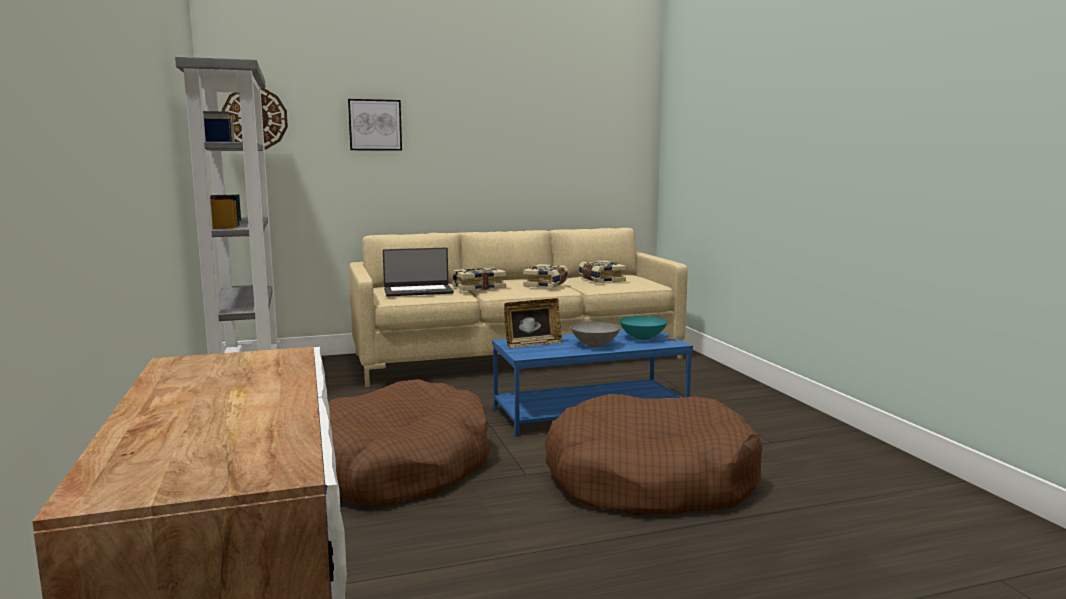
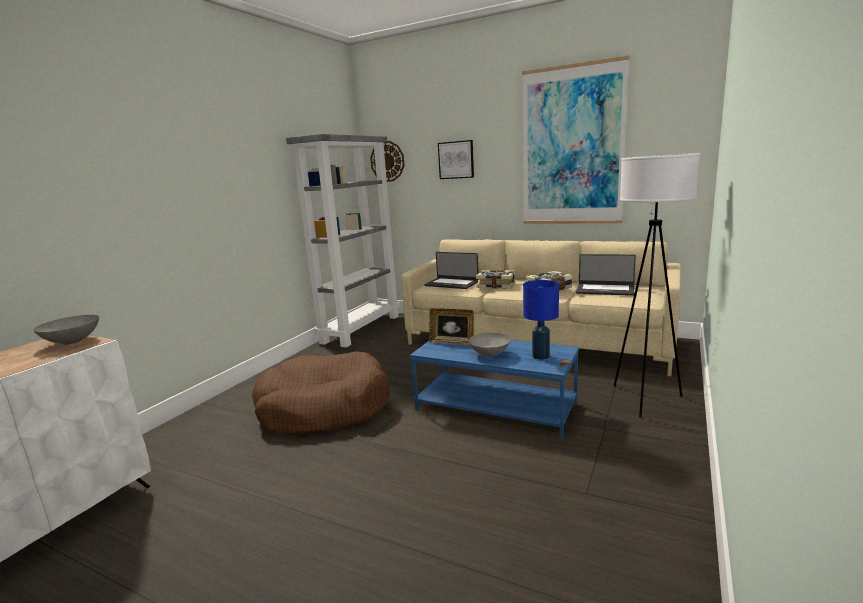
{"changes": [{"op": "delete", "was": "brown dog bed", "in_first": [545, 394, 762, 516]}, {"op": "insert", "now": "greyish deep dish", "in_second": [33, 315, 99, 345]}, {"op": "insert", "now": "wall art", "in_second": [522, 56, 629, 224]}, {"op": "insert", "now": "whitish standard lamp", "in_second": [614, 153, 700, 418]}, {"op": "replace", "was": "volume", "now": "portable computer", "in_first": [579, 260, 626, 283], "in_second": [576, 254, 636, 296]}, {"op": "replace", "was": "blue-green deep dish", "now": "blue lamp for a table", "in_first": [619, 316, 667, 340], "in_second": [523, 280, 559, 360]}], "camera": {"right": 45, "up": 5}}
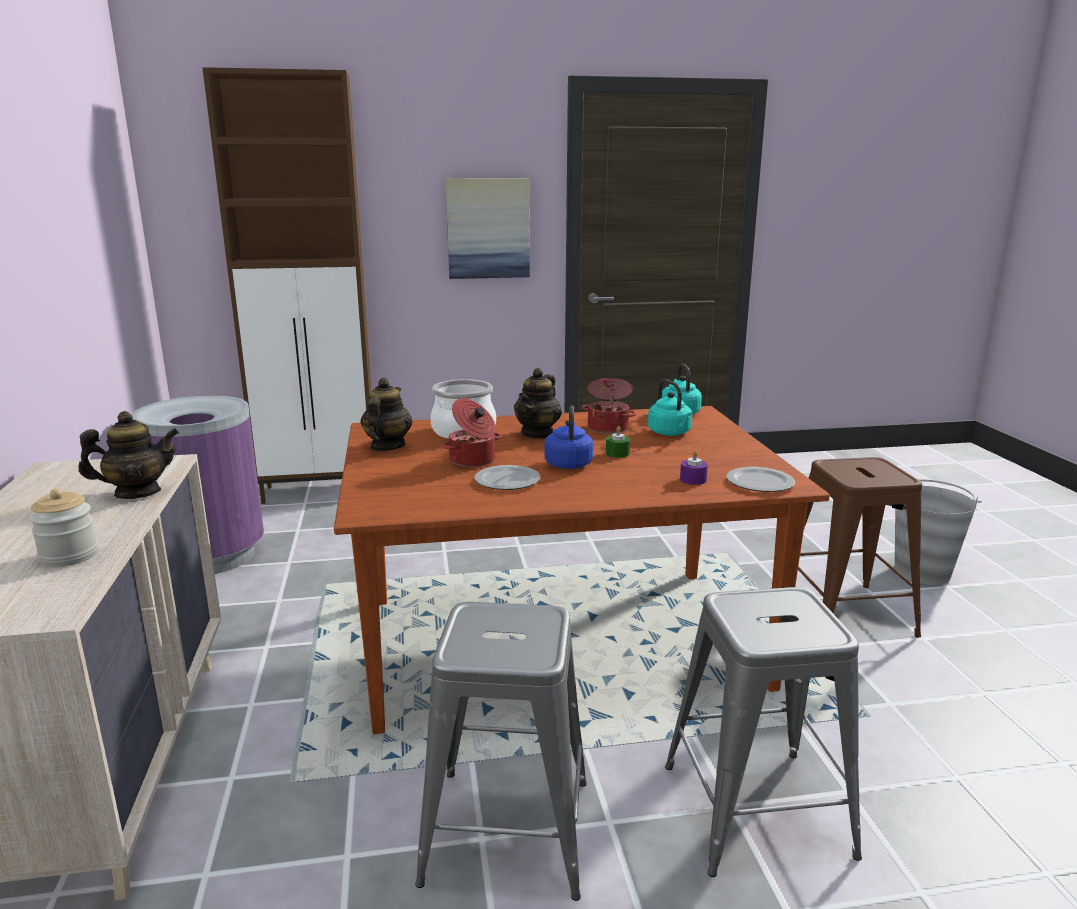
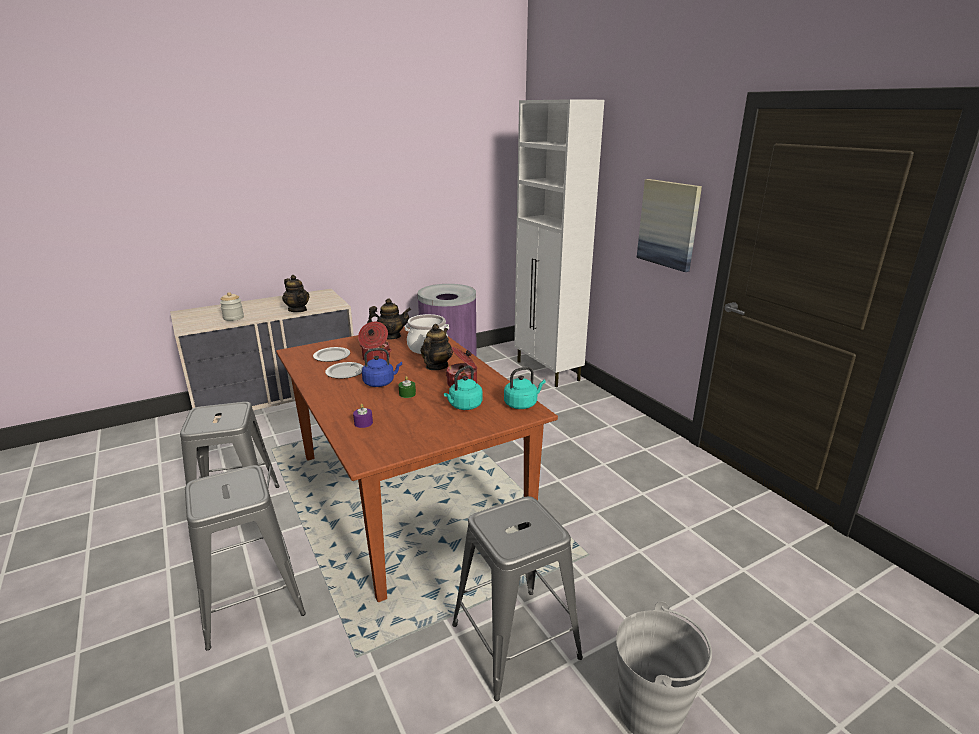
{"changes": [{"op": "move", "was": "plate", "in_first": [726, 467, 795, 492], "in_second": [313, 347, 350, 362]}, {"op": "recolor", "was": "brown storage cabinet", "now": "whitish storage cabinet", "in_first": [202, 67, 371, 504], "in_second": [514, 99, 604, 387]}, {"op": "recolor", "was": "brown stool seat", "now": "greyish stool seat", "in_first": [798, 457, 922, 637], "in_second": [452, 496, 583, 701]}, {"op": "rotate", "was": "teapot", "in_first": [514, 368, 562, 439], "in_second": [421, 324, 453, 370], "clockwise": 105}], "camera": {"right": 70, "up": 5}}
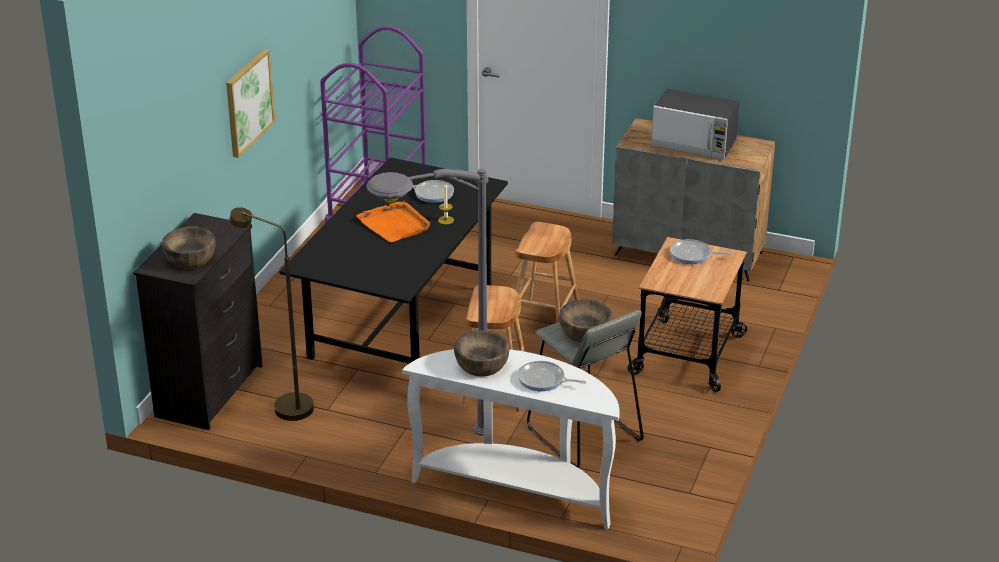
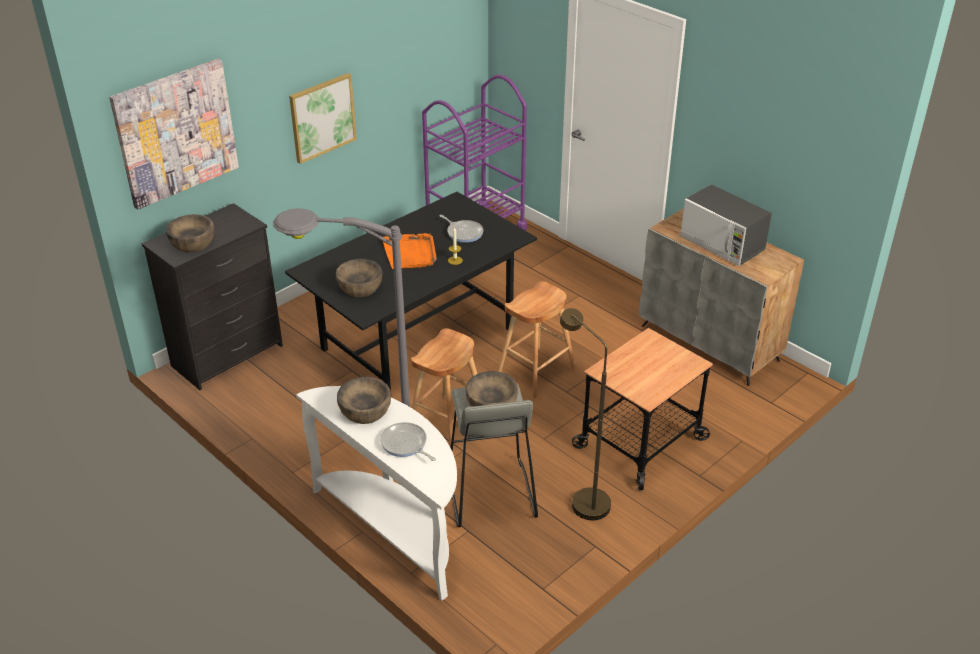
{"changes": [{"op": "delete", "was": "pan", "in_first": [670, 239, 732, 264]}, {"op": "insert", "now": "wall art", "in_second": [109, 59, 239, 210]}, {"op": "insert", "now": "brown deep dish", "in_second": [336, 259, 382, 297]}, {"op": "move", "was": "brown standard lamp", "in_first": [229, 207, 314, 421], "in_second": [560, 308, 611, 520]}], "camera": {"right": 25, "up": 5}}
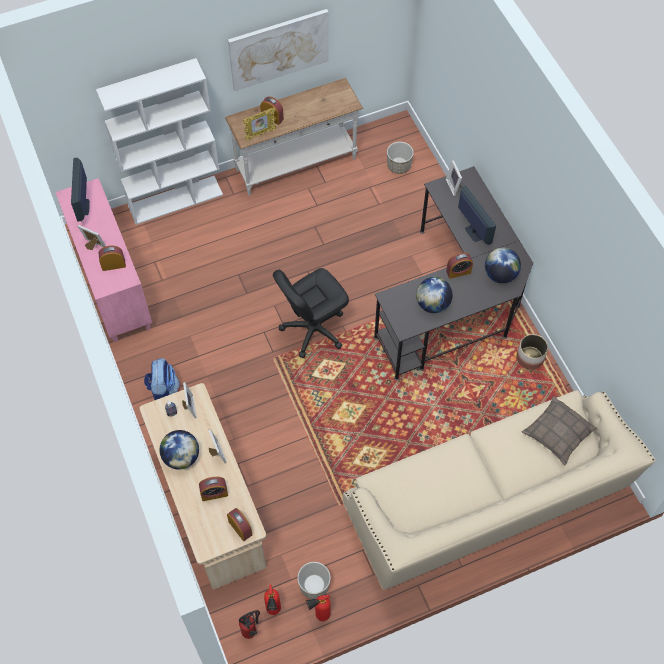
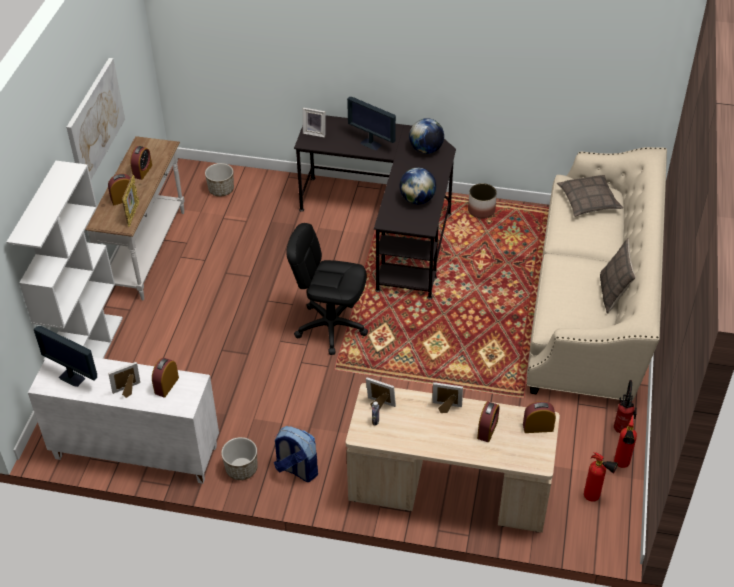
{"changes": [{"op": "delete", "was": "desk globe", "in_first": [160, 430, 199, 470]}, {"op": "insert", "now": "pillow", "in_second": [600, 238, 636, 314]}, {"op": "move", "was": "extinguisher", "in_first": [239, 610, 260, 639], "in_second": [614, 380, 637, 433]}, {"op": "move", "was": "plant pot", "in_first": [297, 562, 331, 599], "in_second": [221, 437, 257, 480]}, {"op": "move", "was": "alarm clock", "in_first": [446, 253, 473, 279], "in_second": [130, 146, 152, 180]}, {"op": "recolor", "was": "pink-coloured storage cabinet", "now": "whitish storage cabinet", "in_first": [55, 178, 152, 342], "in_second": [28, 357, 219, 484]}, {"op": "rotate", "was": "blackish desk chair", "in_first": [273, 268, 349, 358], "in_second": [286, 223, 368, 355], "clockwise": 105}, {"op": "rotate", "was": "computer screen", "in_first": [458, 185, 496, 245], "in_second": [347, 97, 396, 150], "clockwise": -150}], "camera": {"right": -55, "up": -15}}
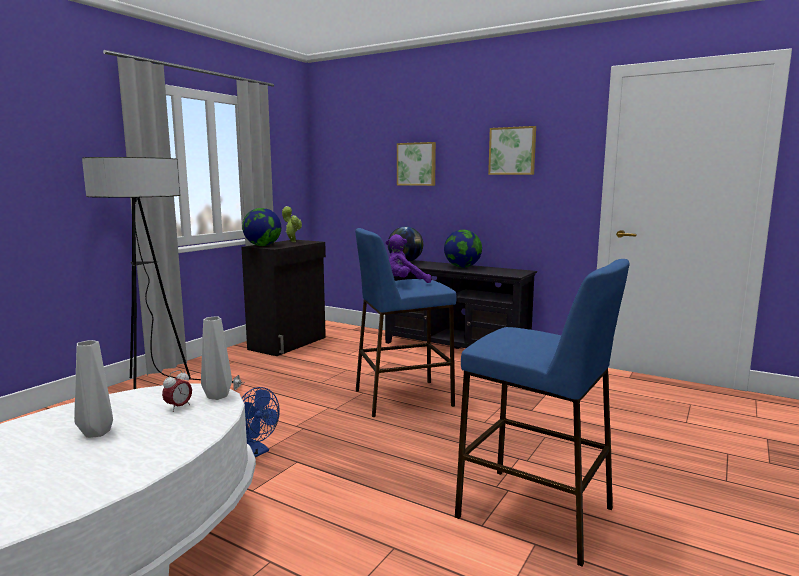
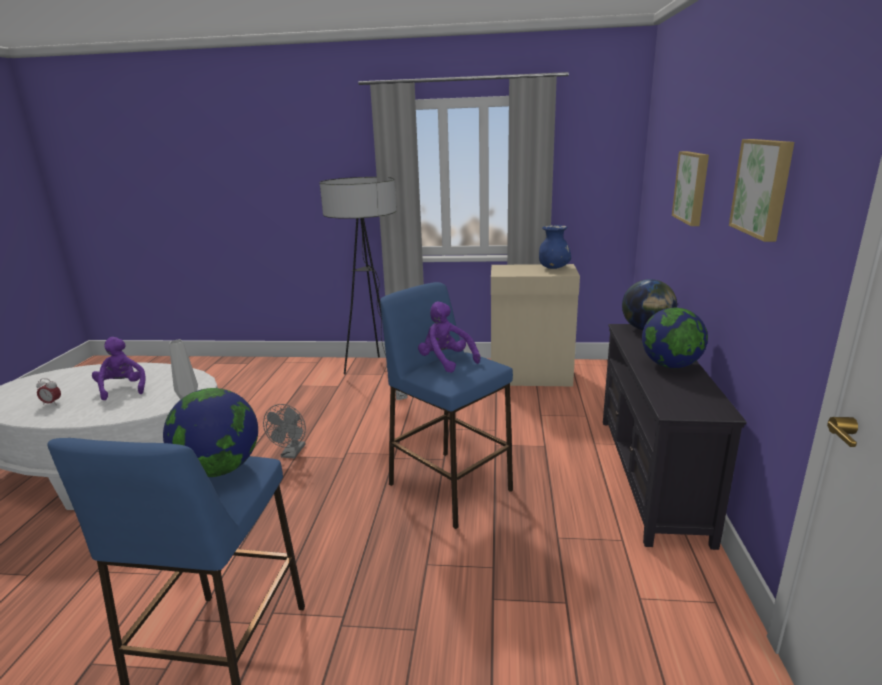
{"changes": [{"op": "move", "was": "alarm clock", "in_first": [162, 370, 192, 412], "in_second": [36, 379, 61, 405]}, {"op": "move", "was": "desk globe", "in_first": [242, 208, 281, 246], "in_second": [163, 388, 258, 477]}, {"op": "replace", "was": "greyish flower vase", "now": "purple-coloured plush toy", "in_first": [74, 340, 113, 438], "in_second": [92, 337, 146, 400]}, {"op": "replace", "was": "plant in a pot", "now": "blue flower vase", "in_first": [282, 206, 302, 242], "in_second": [539, 225, 571, 269]}, {"op": "recolor", "was": "blackish storage cabinet", "now": "beige-coloured storage cabinet", "in_first": [241, 240, 326, 356], "in_second": [491, 264, 580, 386]}, {"op": "recolor", "was": "blue fan", "now": "greyish fan", "in_first": [242, 387, 280, 457], "in_second": [263, 404, 306, 459]}], "camera": {"right": 65, "up": 10}}
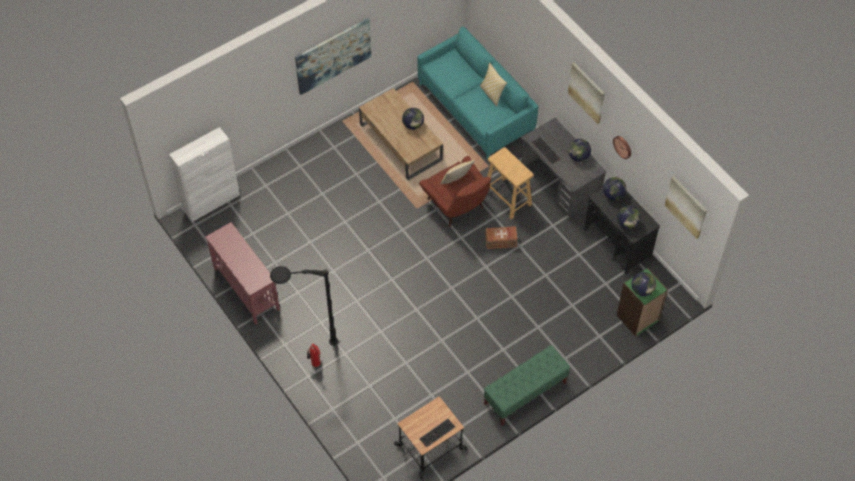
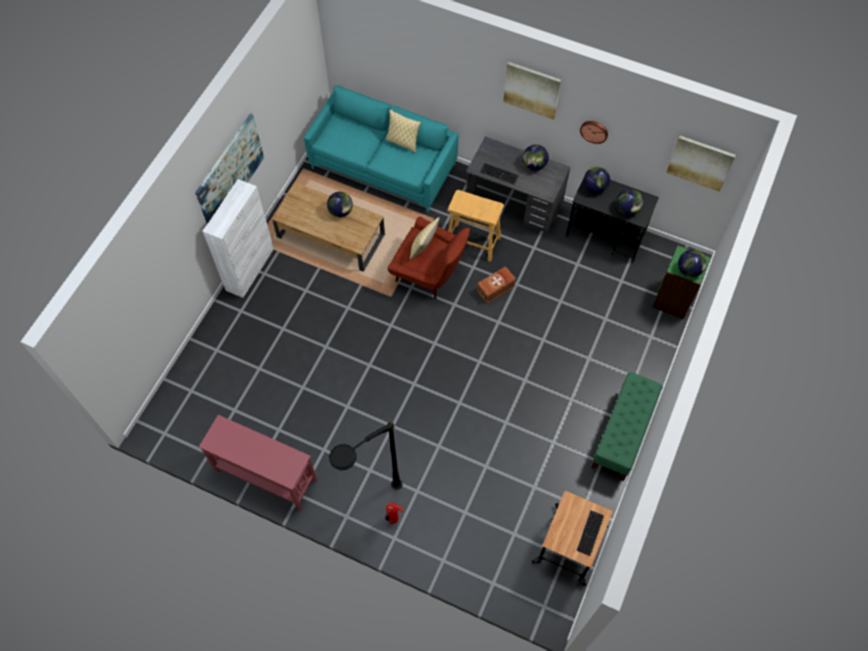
{"changes": [{"op": "move", "was": "whitish storage cabinet", "in_first": [169, 127, 240, 222], "in_second": [203, 179, 274, 298]}], "camera": {"right": -30, "up": 5}}
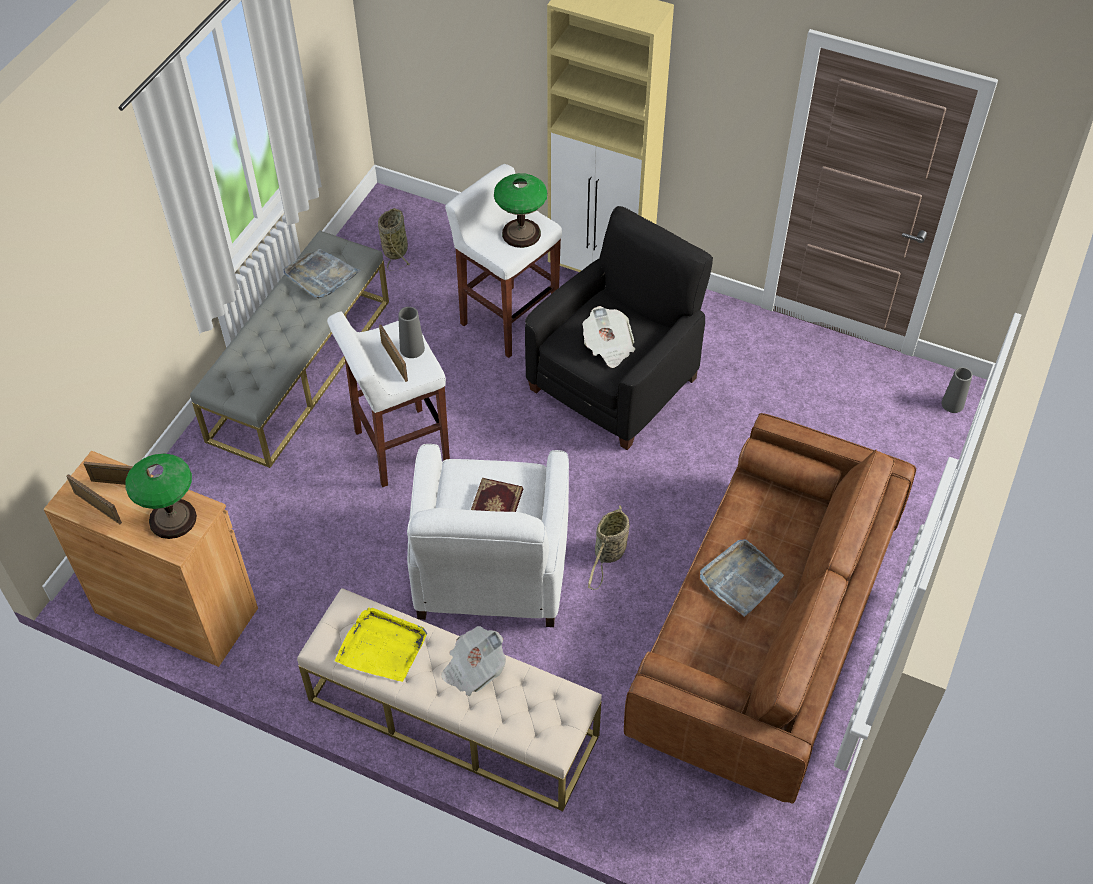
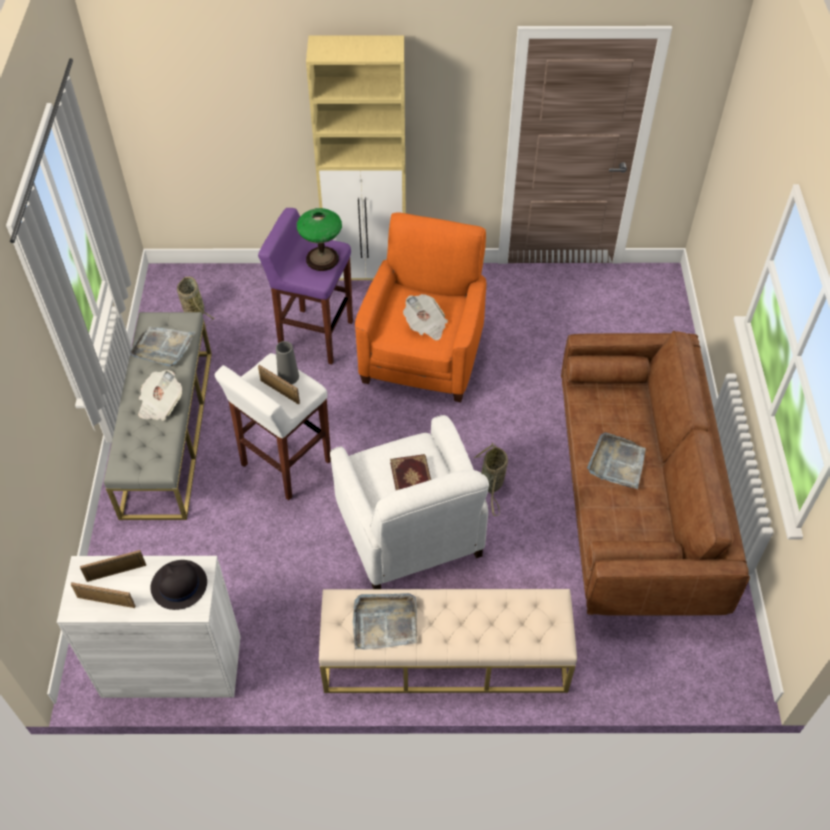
{"changes": [{"op": "delete", "was": "greyish flower vase", "in_first": [941, 367, 973, 413]}, {"op": "move", "was": "newspaper", "in_first": [441, 626, 506, 696], "in_second": [138, 370, 182, 421]}, {"op": "replace", "was": "lamp for a table", "now": "blackish wearable hat", "in_first": [125, 453, 197, 539], "in_second": [150, 560, 207, 610]}, {"op": "recolor", "was": "brown storage cabinet", "now": "whitish storage cabinet", "in_first": [43, 451, 258, 667], "in_second": [57, 556, 241, 698]}, {"op": "recolor", "was": "yellow carrying tray", "now": "greyish carrying tray", "in_first": [335, 608, 427, 682], "in_second": [353, 593, 417, 650]}, {"op": "recolor", "was": "whitish stool seat", "now": "purple-coloured stool seat", "in_first": [445, 164, 562, 358], "in_second": [258, 208, 353, 364]}, {"op": "recolor", "was": "blackish lounge chair", "now": "orangey lounge chair", "in_first": [525, 206, 713, 450], "in_second": [355, 212, 486, 402]}], "camera": {"right": -25, "up": 0}}
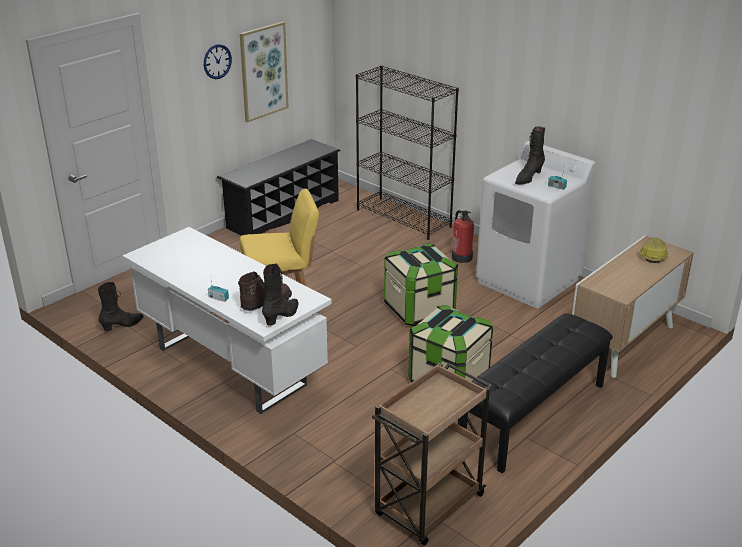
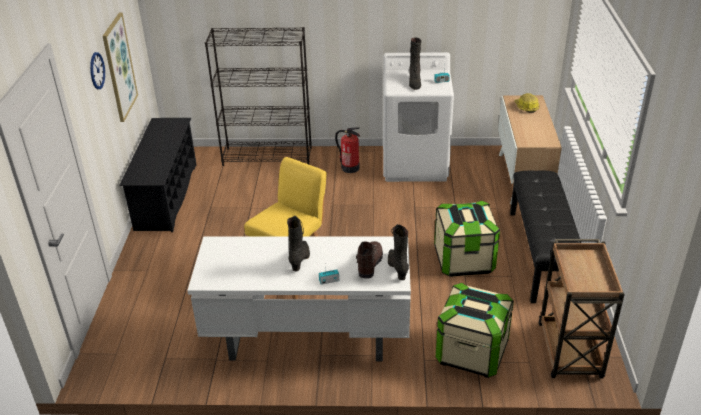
{"changes": [{"op": "move", "was": "blackish tall boot", "in_first": [98, 282, 144, 331], "in_second": [287, 216, 310, 272]}, {"op": "move", "was": "storage container", "in_first": [384, 243, 458, 326], "in_second": [436, 283, 514, 378]}], "camera": {"right": -40, "up": 5}}
